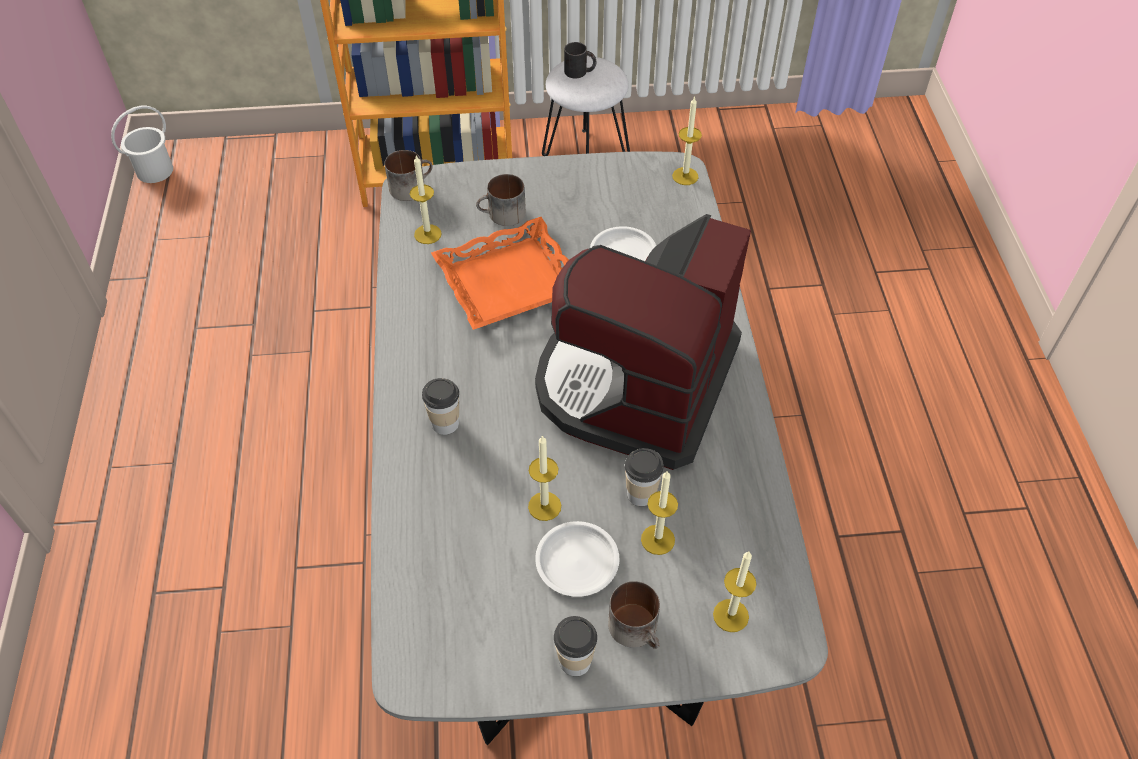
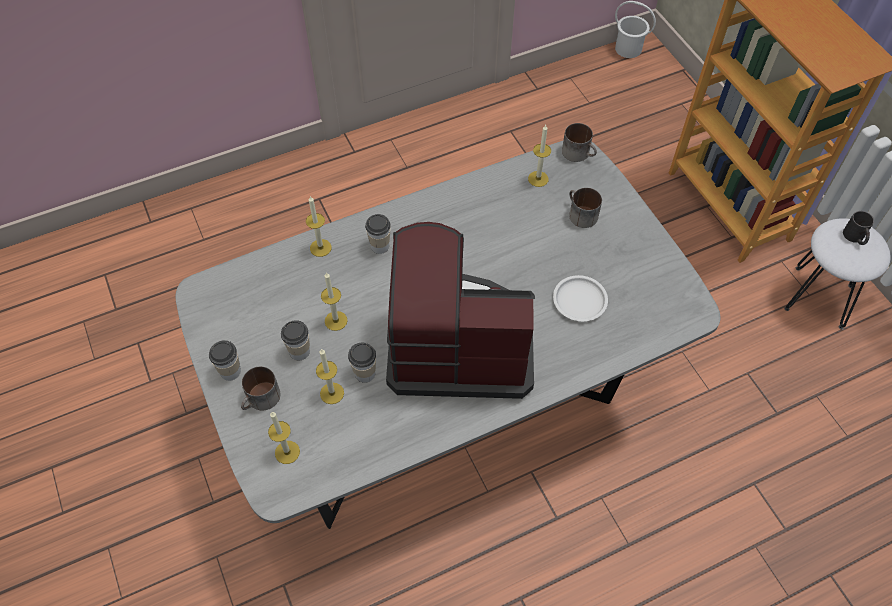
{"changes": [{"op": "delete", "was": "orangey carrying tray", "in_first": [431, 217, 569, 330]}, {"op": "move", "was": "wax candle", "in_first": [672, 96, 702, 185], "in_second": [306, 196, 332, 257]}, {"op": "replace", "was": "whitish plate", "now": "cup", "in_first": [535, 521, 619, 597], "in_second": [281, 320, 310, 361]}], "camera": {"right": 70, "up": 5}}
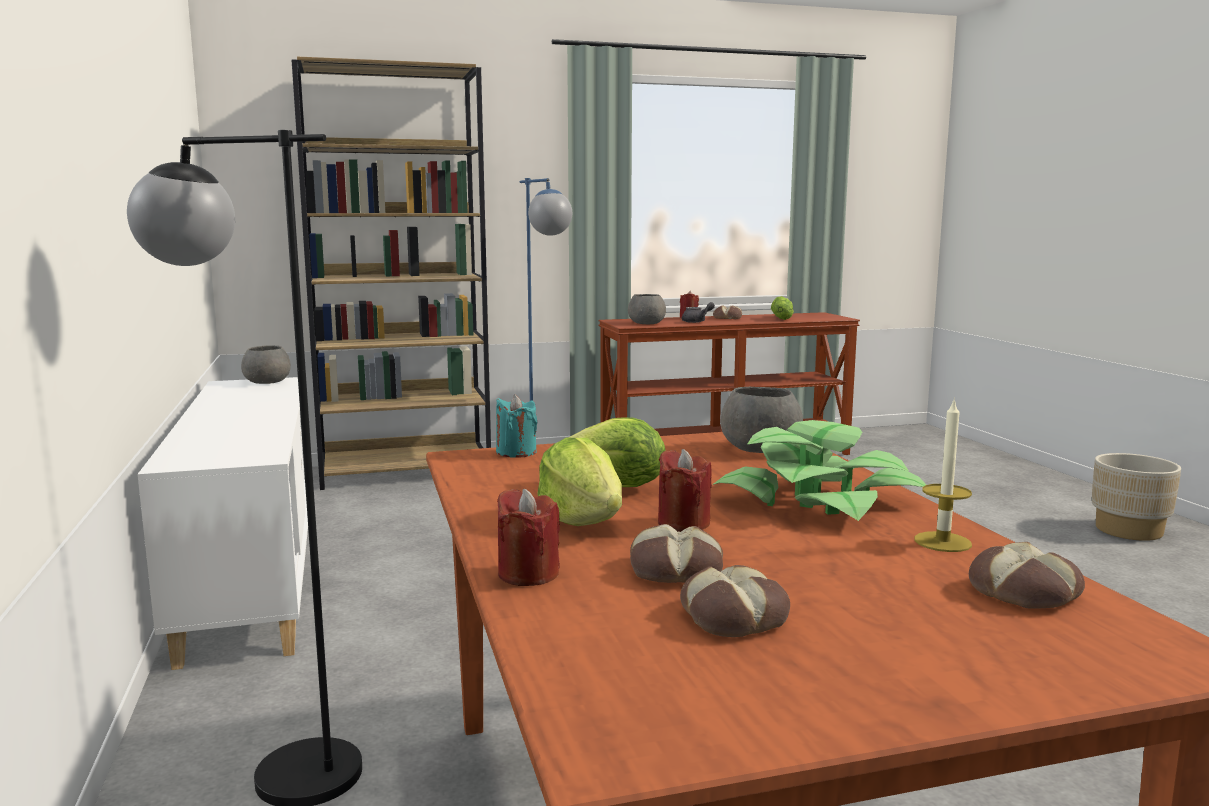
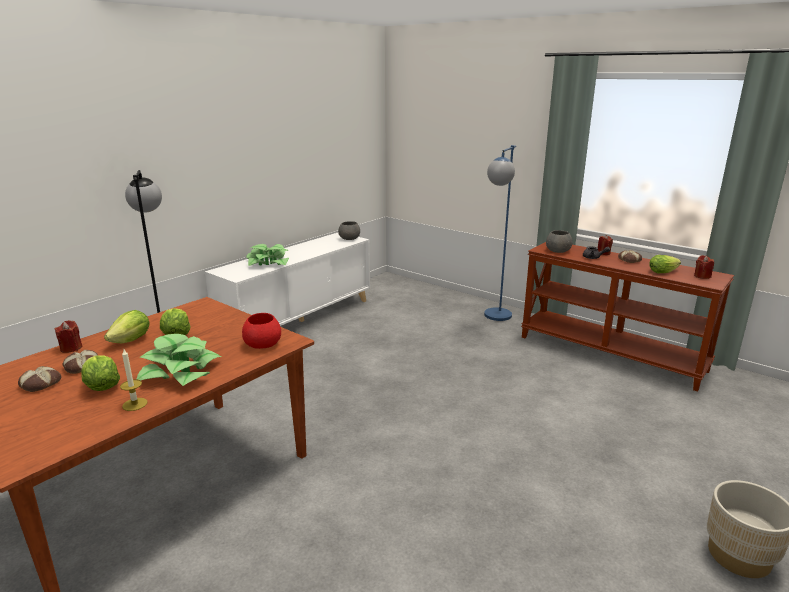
{"changes": [{"op": "delete", "was": "brown shelving unit", "in_first": [292, 56, 491, 490]}, {"op": "delete", "was": "blue-green wax candle", "in_first": [496, 394, 537, 458]}, {"op": "delete", "was": "baked bread", "in_first": [969, 542, 1085, 609]}, {"op": "insert", "now": "head of lettuce", "in_second": [81, 356, 120, 391]}, {"op": "insert", "now": "plant in a pot", "in_second": [246, 244, 289, 266]}, {"op": "move", "was": "reddish wax candle", "in_first": [658, 449, 712, 532], "in_second": [694, 255, 714, 279]}, {"op": "recolor", "was": "greyish deep dish", "now": "reddish deep dish", "in_first": [721, 387, 803, 453], "in_second": [242, 313, 281, 349]}], "camera": {"right": 55, "up": 10}}
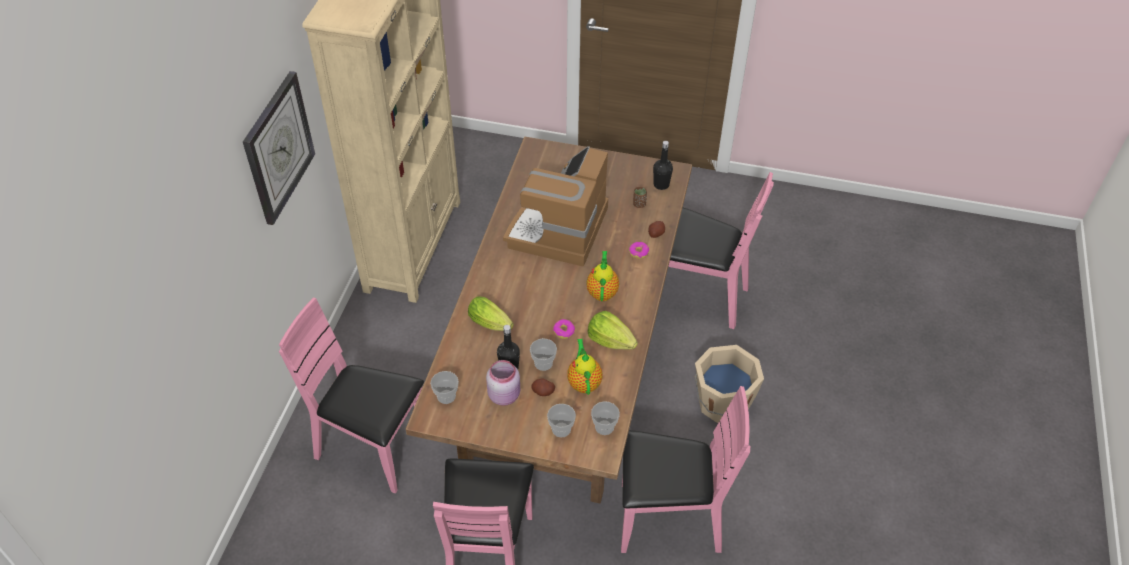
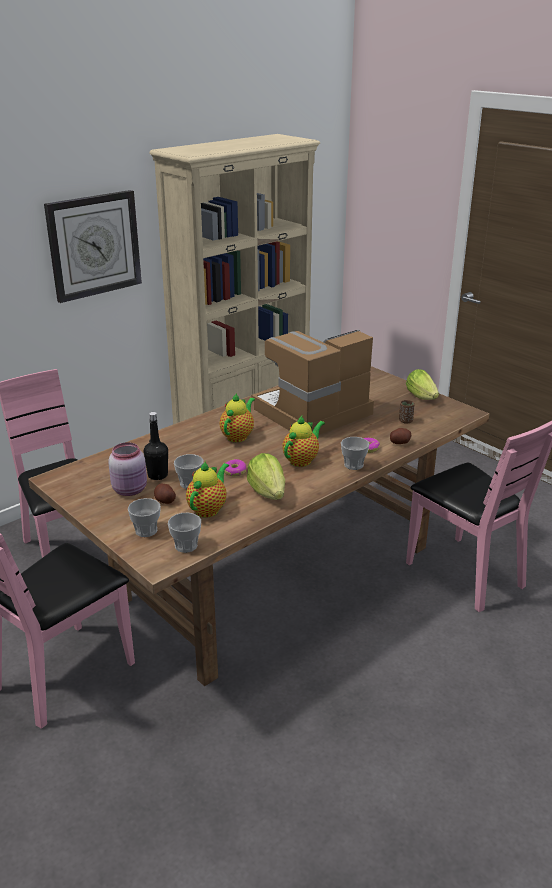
{"changes": [{"op": "delete", "was": "pink-coloured upright chair", "in_first": [621, 386, 750, 553]}, {"op": "delete", "was": "blackish beverage bottle", "in_first": [653, 141, 673, 190]}, {"op": "delete", "was": "beige-coloured pail", "in_first": [695, 345, 764, 423]}, {"op": "insert", "now": "teapot", "in_second": [220, 393, 255, 442]}, {"op": "move", "was": "cup", "in_first": [430, 371, 459, 404], "in_second": [341, 437, 369, 470]}, {"op": "move", "was": "head of lettuce", "in_first": [468, 297, 514, 331], "in_second": [406, 369, 439, 400]}], "camera": {"right": 35, "up": -20}}
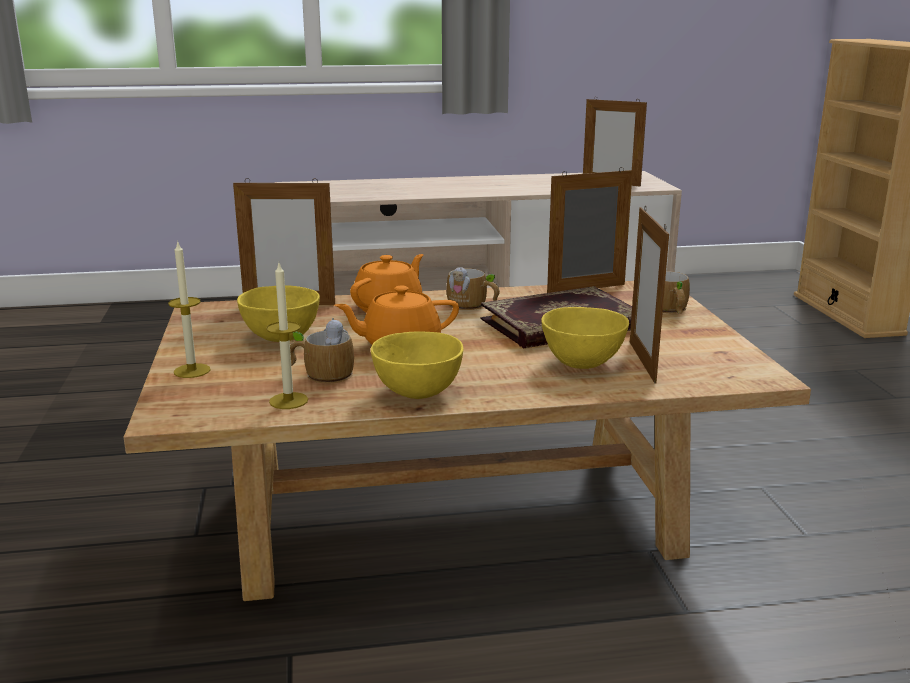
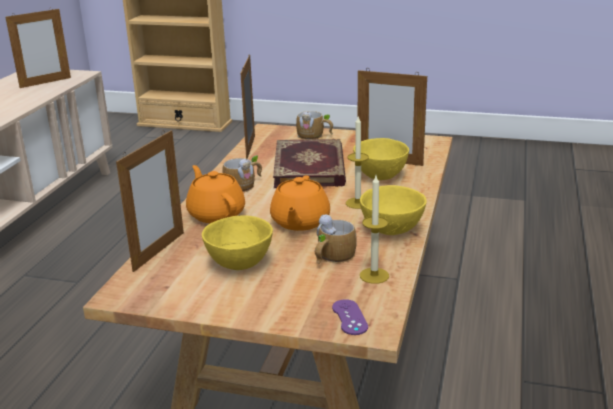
{"changes": [{"op": "insert", "now": "purple-coloured game controller", "in_second": [332, 299, 368, 335]}, {"op": "move", "was": "wax candle", "in_first": [168, 240, 211, 378], "in_second": [346, 115, 369, 209]}], "camera": {"right": -65, "up": 5}}
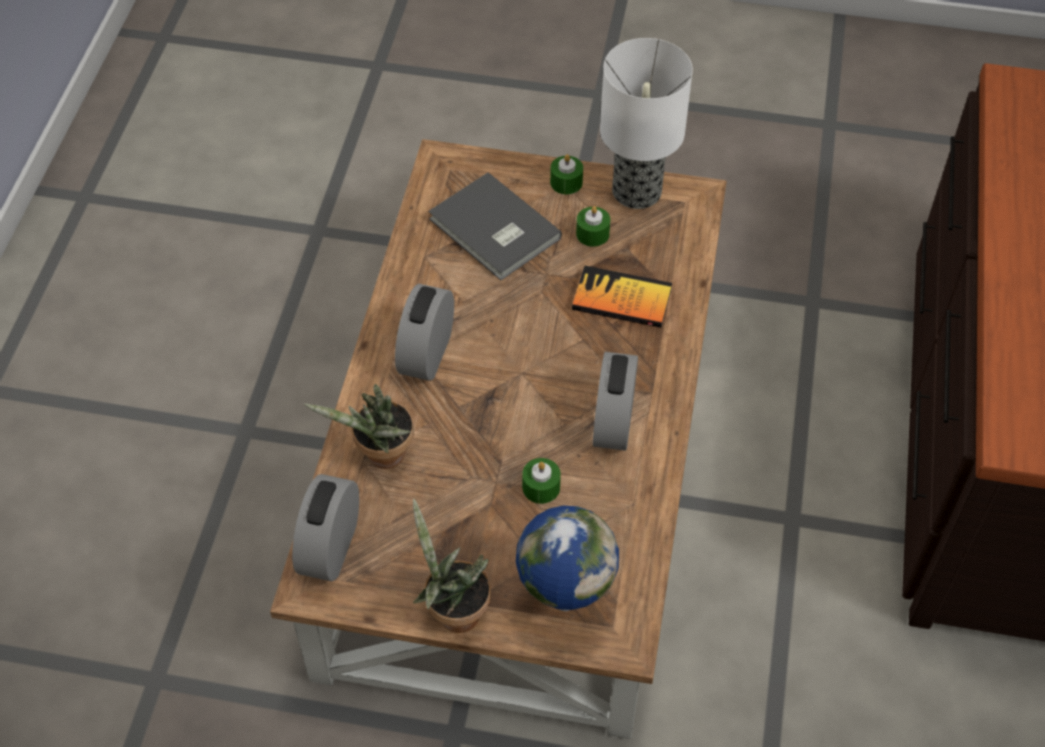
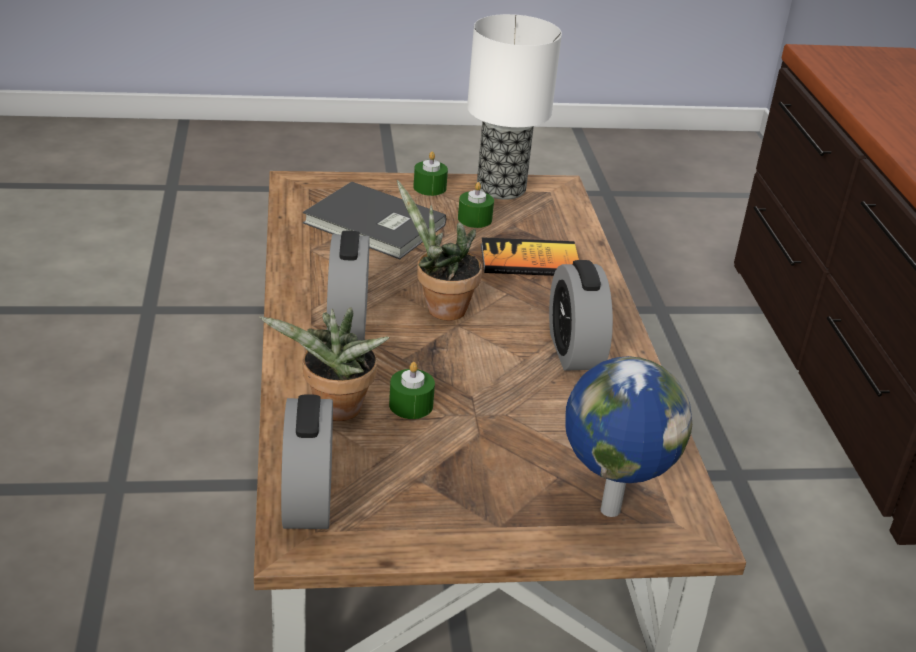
{"changes": [{"op": "move", "was": "plant in a pot", "in_first": [413, 499, 491, 633], "in_second": [397, 180, 482, 321]}, {"op": "move", "was": "green-coloured wax candle", "in_first": [522, 458, 561, 504], "in_second": [389, 362, 435, 419]}], "camera": {"right": -20, "up": -20}}
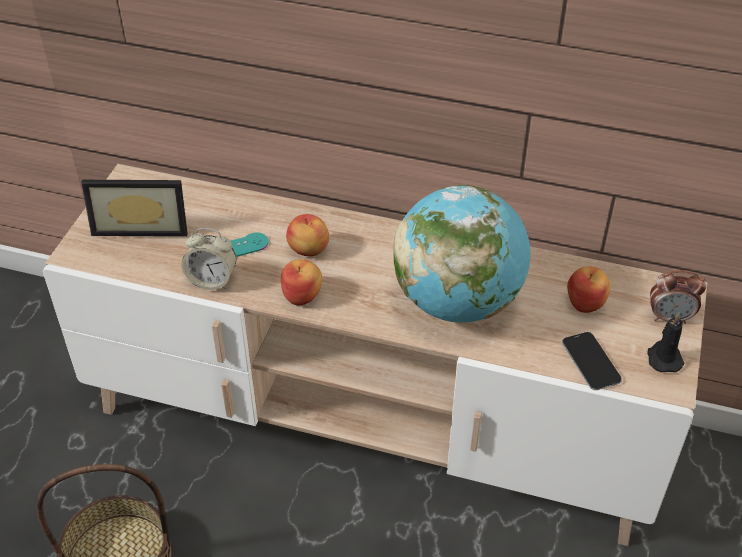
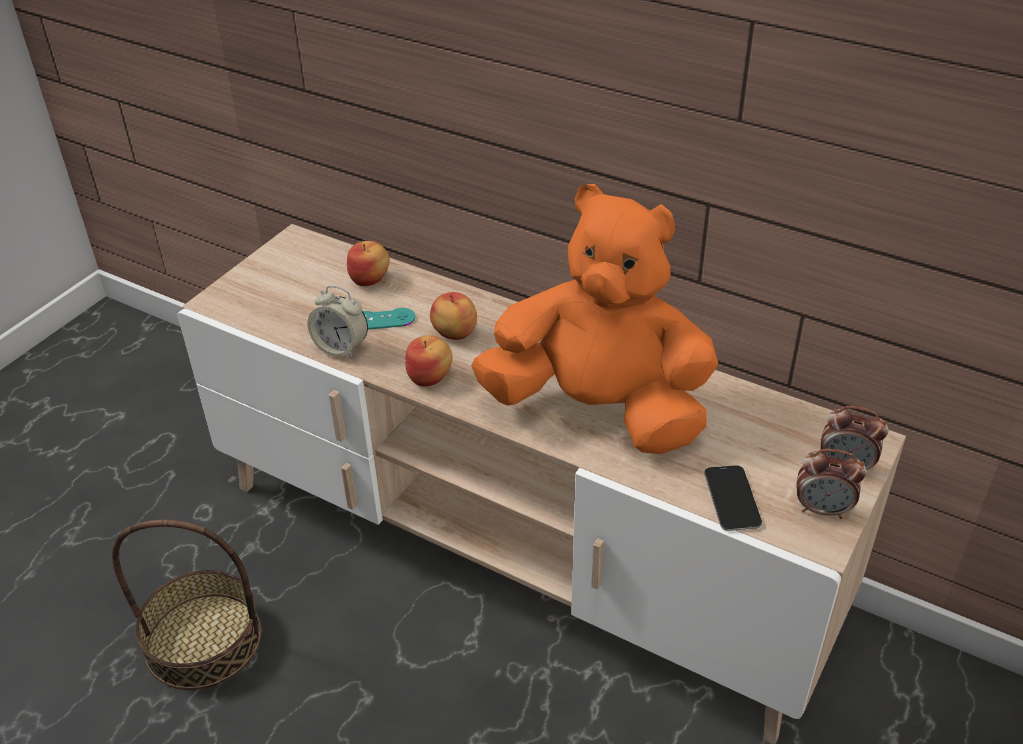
{"changes": [{"op": "delete", "was": "photo frame", "in_first": [81, 180, 188, 237]}, {"op": "move", "was": "whole apple", "in_first": [567, 266, 610, 313], "in_second": [347, 241, 390, 286]}, {"op": "replace", "was": "desk globe", "now": "orangey plush toy", "in_first": [393, 185, 530, 323], "in_second": [471, 184, 718, 454]}, {"op": "replace", "was": "blackish wax candle", "now": "alarm clock", "in_first": [647, 313, 684, 372], "in_second": [797, 449, 867, 519]}], "camera": {"right": 15, "up": -5}}
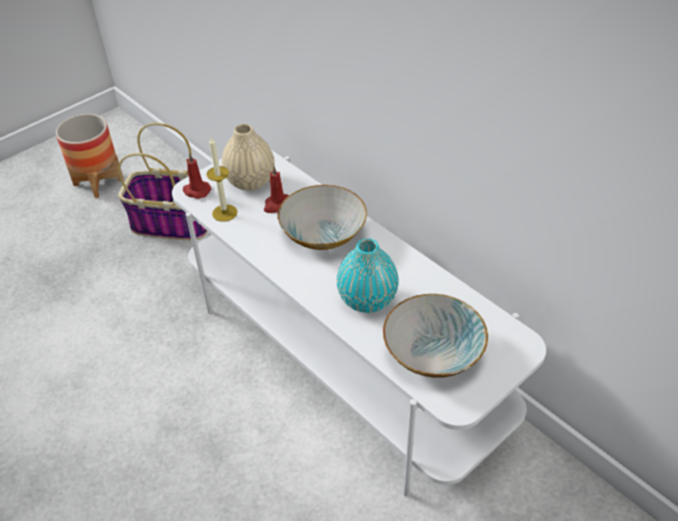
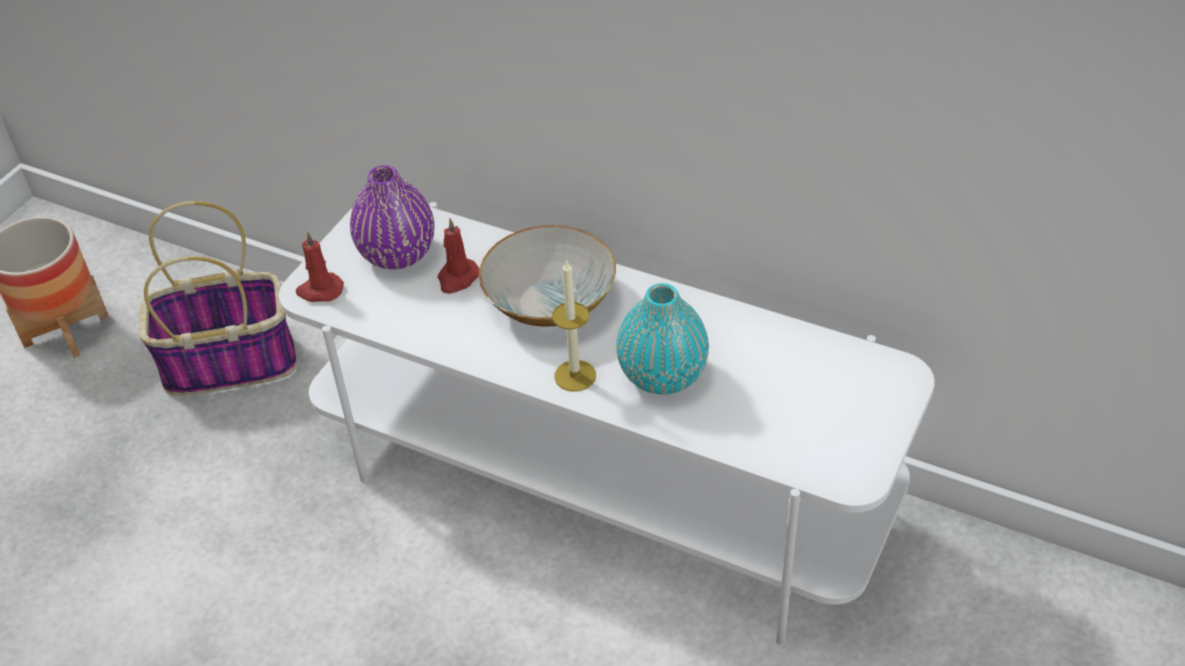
{"changes": [{"op": "delete", "was": "deep dish", "in_first": [383, 294, 488, 378]}, {"op": "move", "was": "wax candle", "in_first": [207, 137, 237, 222], "in_second": [552, 259, 596, 391]}, {"op": "recolor", "was": "beige-coloured flower vase", "now": "purple-coloured flower vase", "in_first": [222, 124, 275, 191], "in_second": [350, 165, 434, 269]}], "camera": {"right": -20, "up": 0}}
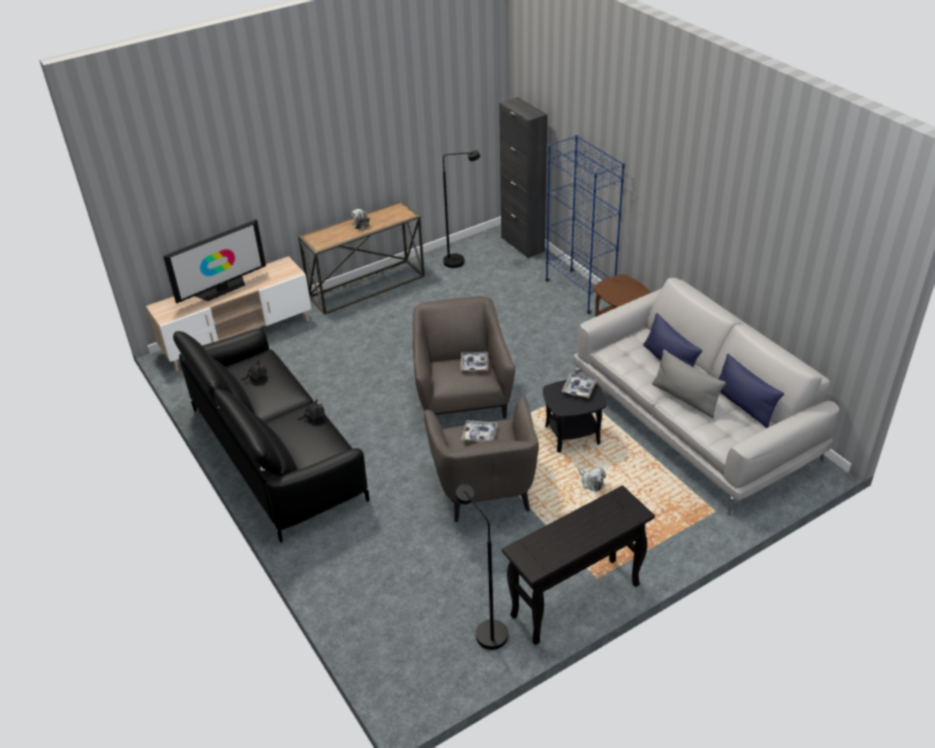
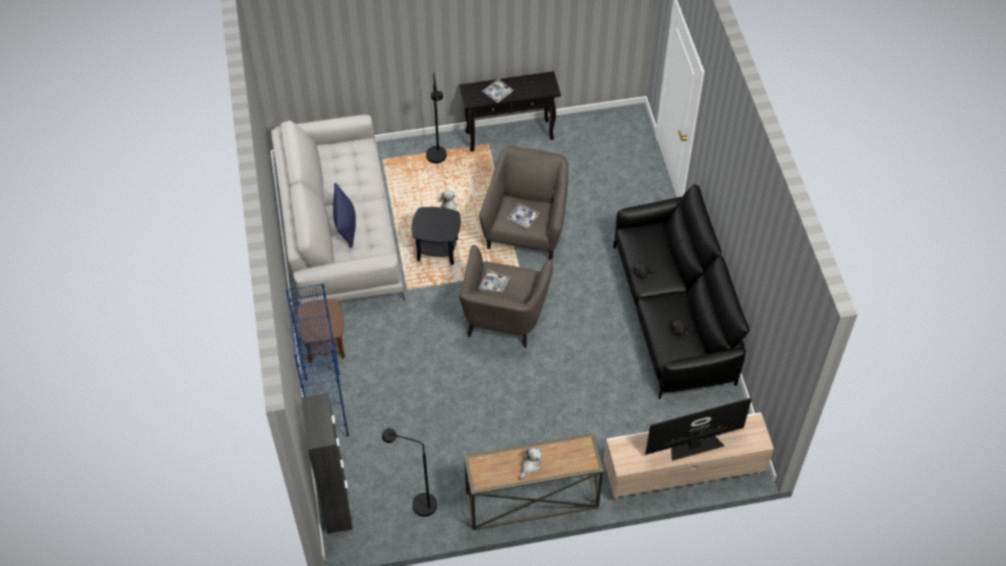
{"changes": [{"op": "delete", "was": "greyish pillow", "in_first": [652, 350, 726, 418]}, {"op": "delete", "was": "blue pillow", "in_first": [719, 354, 784, 428]}, {"op": "move", "was": "blackish standard lamp", "in_first": [455, 484, 508, 650], "in_second": [426, 73, 447, 163]}, {"op": "move", "was": "carrying tray", "in_first": [562, 373, 598, 398], "in_second": [482, 79, 513, 103]}], "camera": {"right": -160, "up": 15}}
